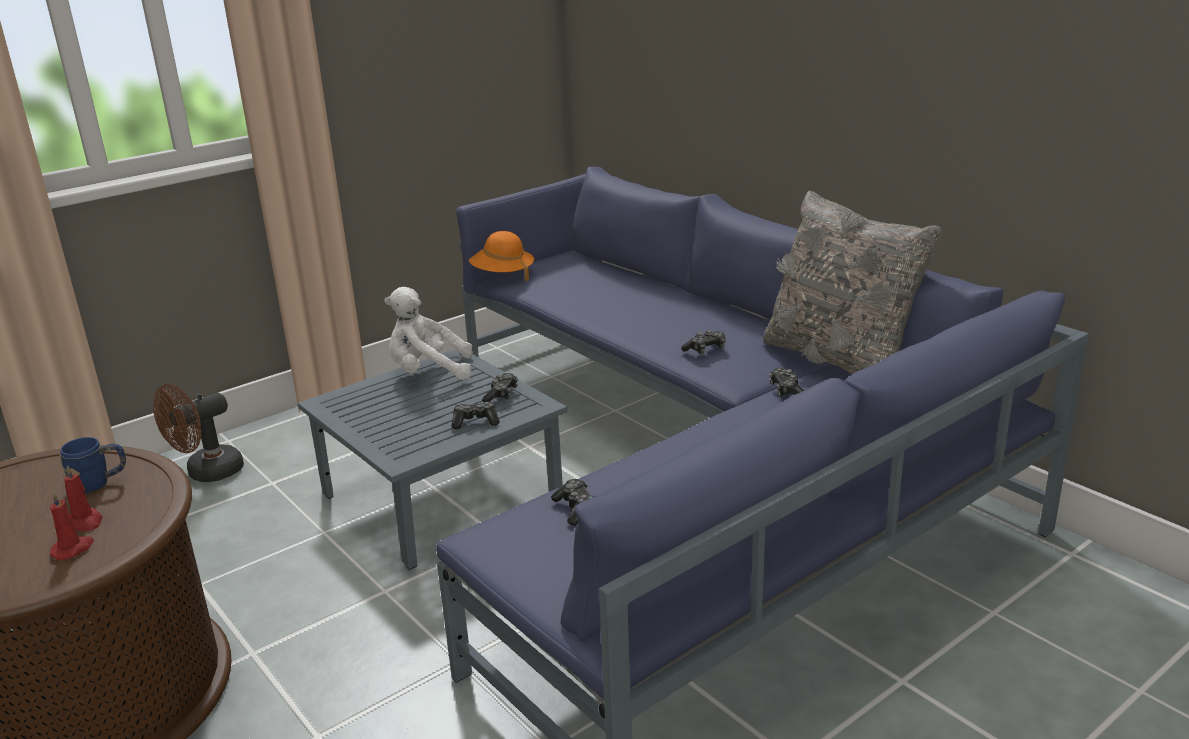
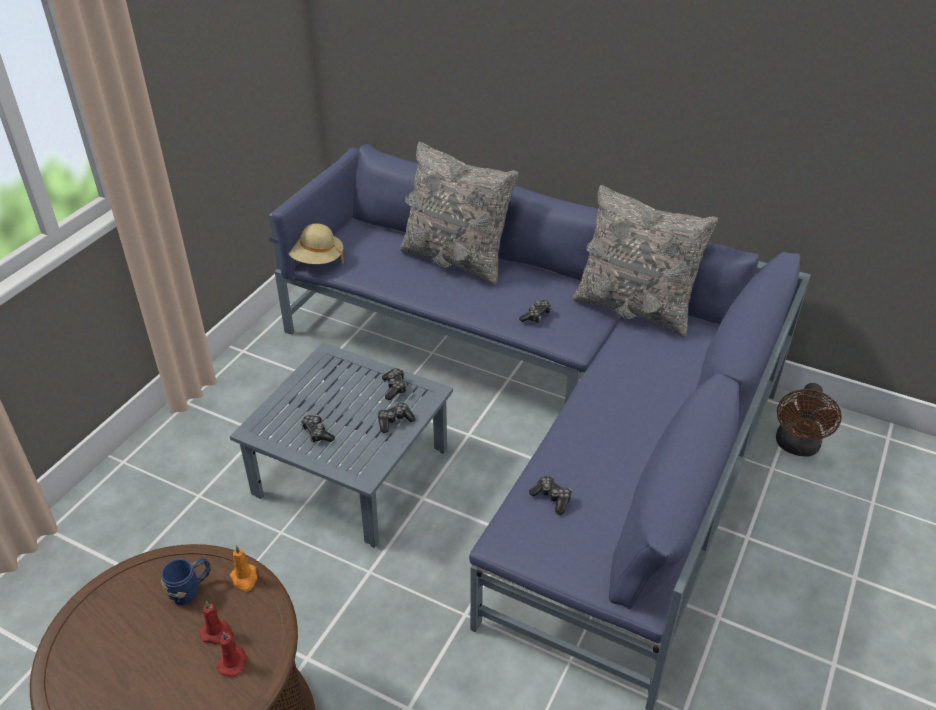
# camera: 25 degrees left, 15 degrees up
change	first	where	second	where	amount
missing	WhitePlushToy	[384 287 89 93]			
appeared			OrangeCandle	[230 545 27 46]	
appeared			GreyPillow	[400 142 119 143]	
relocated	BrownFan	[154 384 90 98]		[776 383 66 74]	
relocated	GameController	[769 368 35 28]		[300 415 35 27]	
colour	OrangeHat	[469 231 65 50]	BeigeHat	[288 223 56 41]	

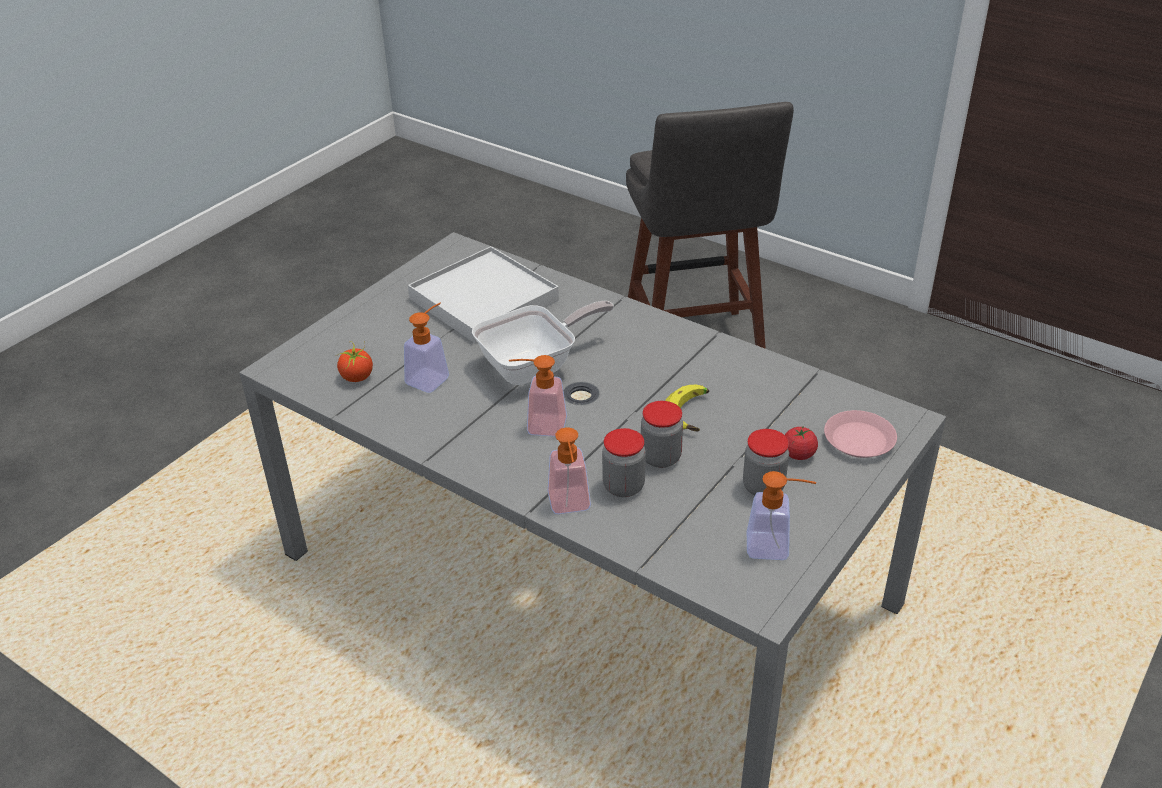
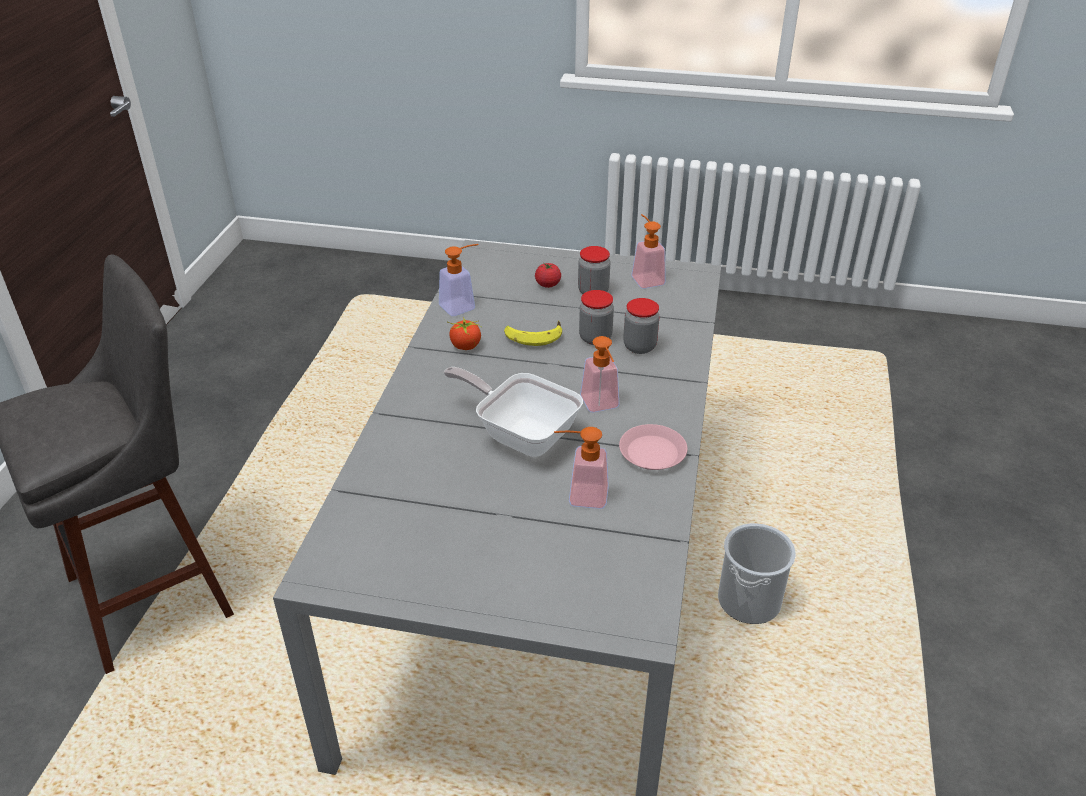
# camera: 115 degrees left, 0 degrees up
change	first	where	second	where	amount
missing	WhiteTray	[408 246 151 98]			
appeared			Bucket	[718 523 78 101]	
relocated	Tomato	[336 342 37 40]		[448 317 33 33]	
relocated	SoapDispenser	[548 427 43 87]		[439 244 40 72]	
relocated	PinkPlate	[824 410 73 48]		[619 424 68 46]	

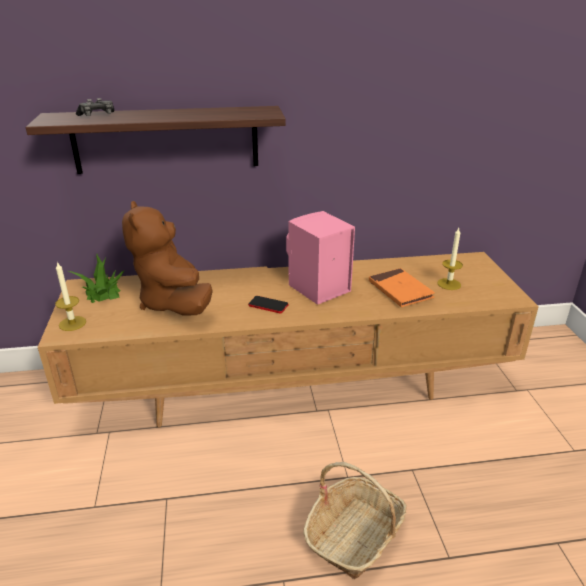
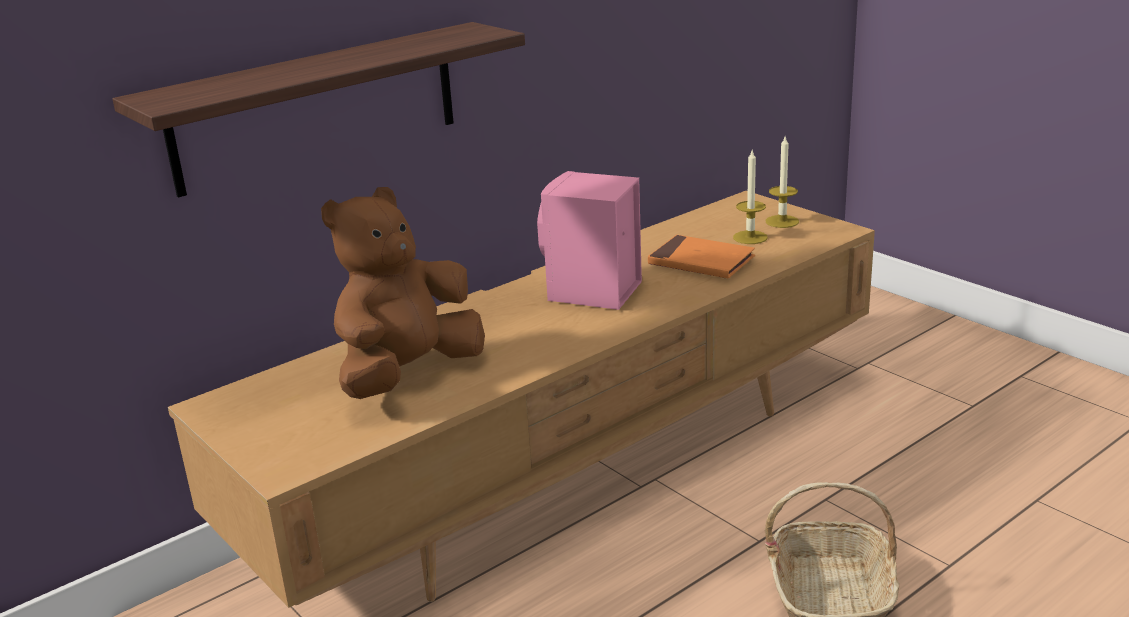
# camera: 30 degrees left, 5 degrees down
change	first	where	second	where	amount
missing	PottedPlant	[69 254 56 49]			
missing	GameController	[76 98 38 18]			
missing	Phone	[248 296 41 17]			
relocated	Candle	[55 262 31 69]		[766 137 33 91]	
spun	BrownPlushToy	[122 201 91 114]		[321 187 164 212]	90 degrees clockwise

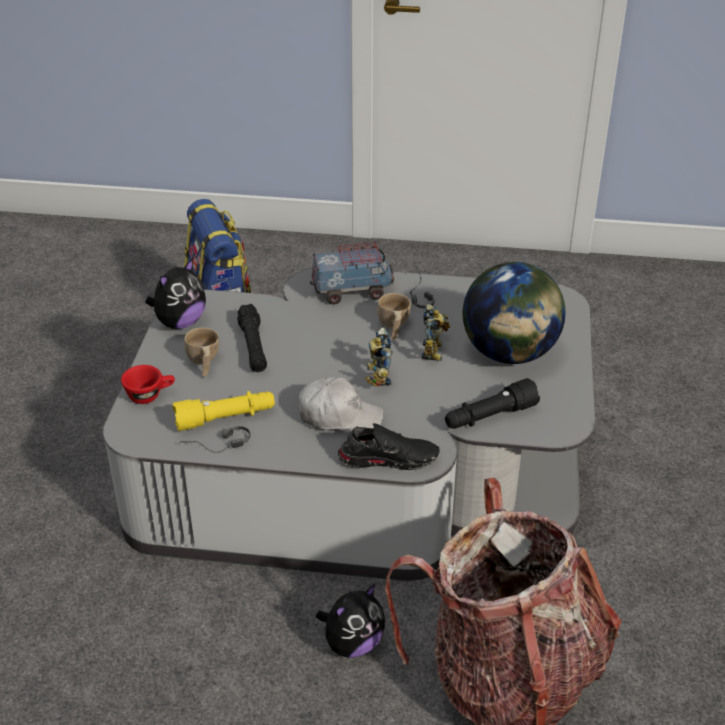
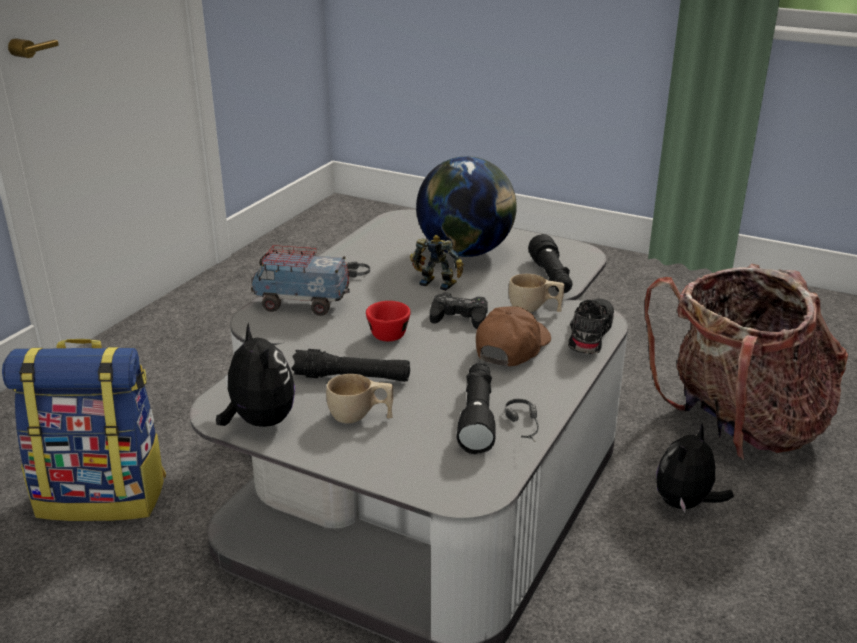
# camera: 70 degrees left, 10 degrees down
change	first	where	second	where	amount
relocated	RedCup	[121 365 54 39]		[366 301 45 40]	
relocated	BeigeCup	[377 293 34 47]		[509 274 56 38]	
exchanged	ToyRobot	[365 327 28 60]	BlackGameController	[430 293 58 36]	
colour	YellowFlashlight	[173 391 102 40]	BlackFlashlight	[457 363 38 91]	
colour	WhiteCap	[298 377 86 57]	BrownCap	[476 306 75 60]	
spun	ToyTruck	[310 242 84 62]		[251 245 99 71]	90 degrees counterclockwise
spun	PlushToy	[316 584 69 74]		[656 424 78 89]	120 degrees counterclockwise

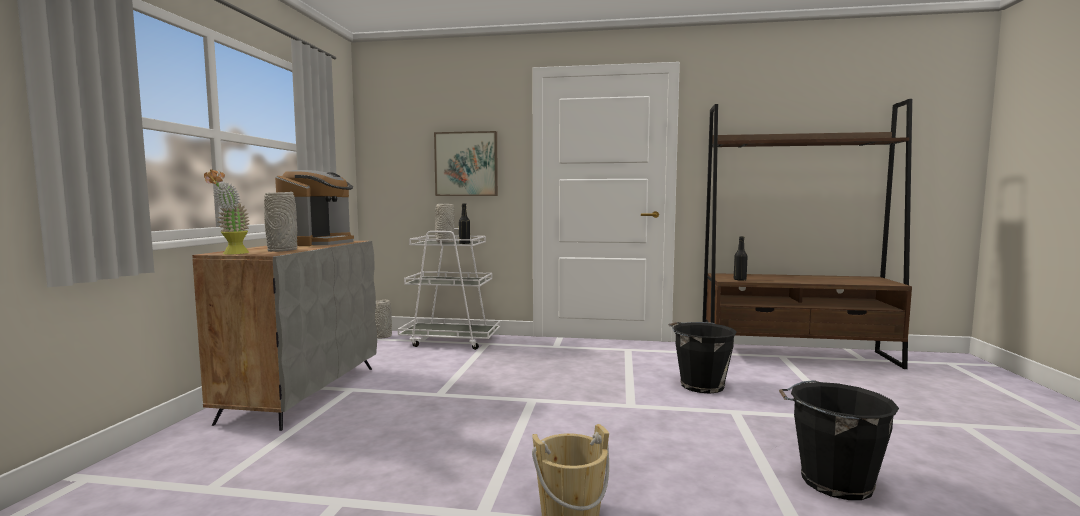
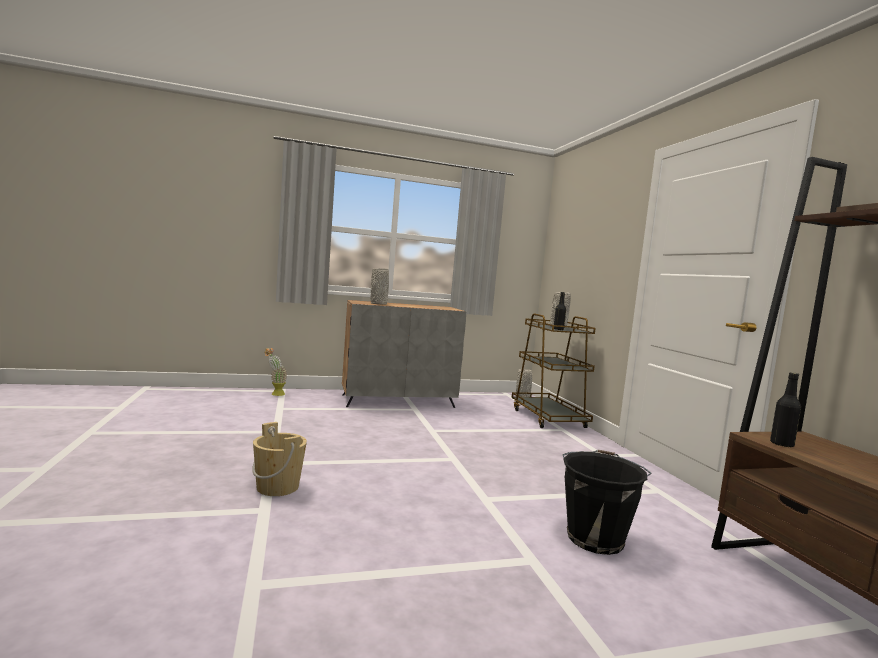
# camera: 65 degrees right, 0 degrees up
change	first	where	second	where	amount
missing	CoffeeMachine	[275 170 79 76]			
missing	Picture	[434 131 64 65]			
missing	BlackBucket	[779 380 120 120]			
relocated	PottedPlant	[204 169 46 85]		[265 348 22 48]	
colour	WhiteCart	[398 228 102 122]	BrownCart	[512 313 84 115]	

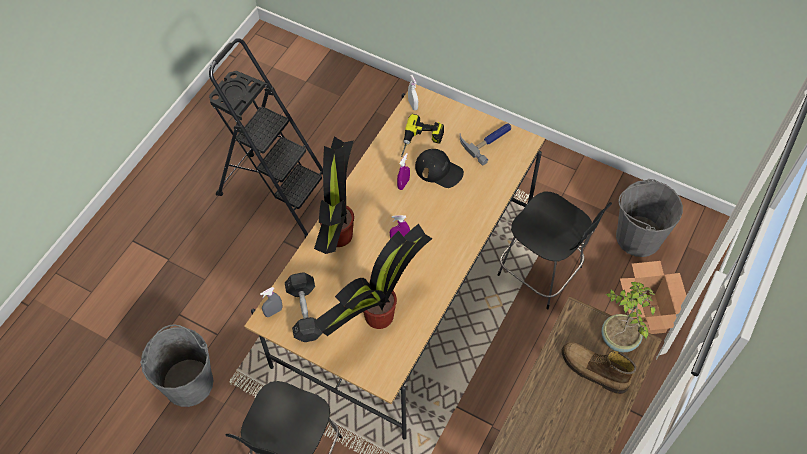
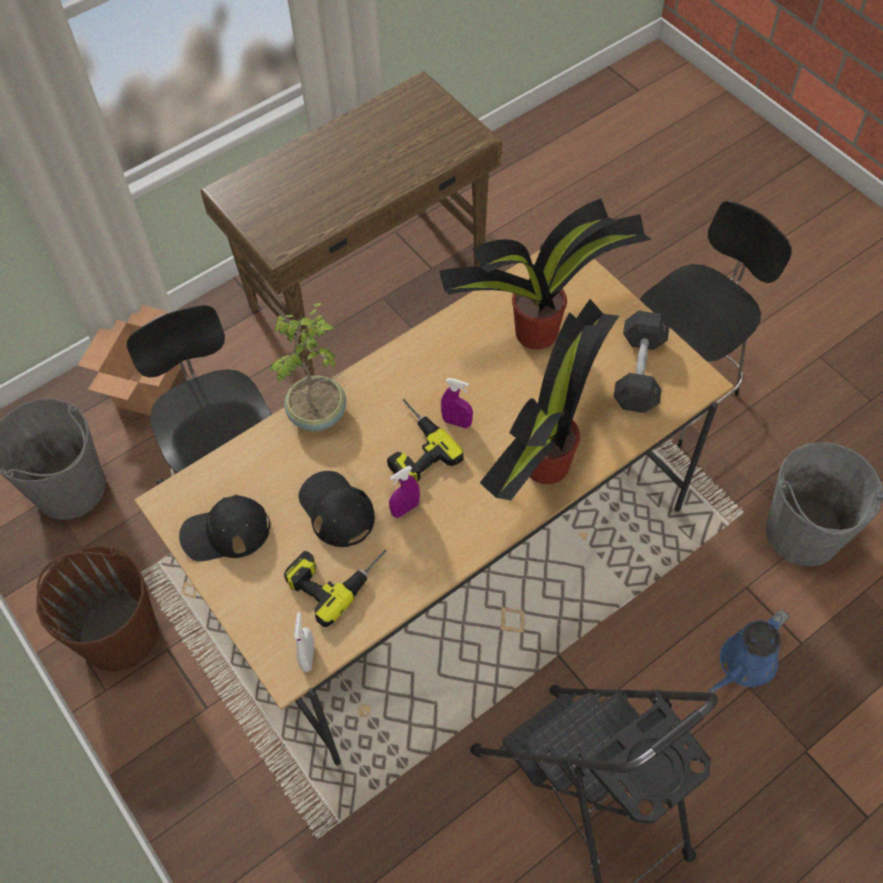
# camera: 155 degrees left, 0 degrees up
change	first	where	second	where	amount
missing	GreySprayBottle	[260 287 22 30]			
missing	Boot	[561 343 75 51]			
appeared			BrownBucket	[36 545 122 126]	
appeared			PowerDrill	[387 399 76 84]	
appeared			BlueWateringCan	[709 609 81 84]	
relocated	PottedPlant	[601 282 54 70]		[269 303 77 128]	
exchanged	Hammer	[460 123 51 43]	BlackCap	[179 495 91 67]	

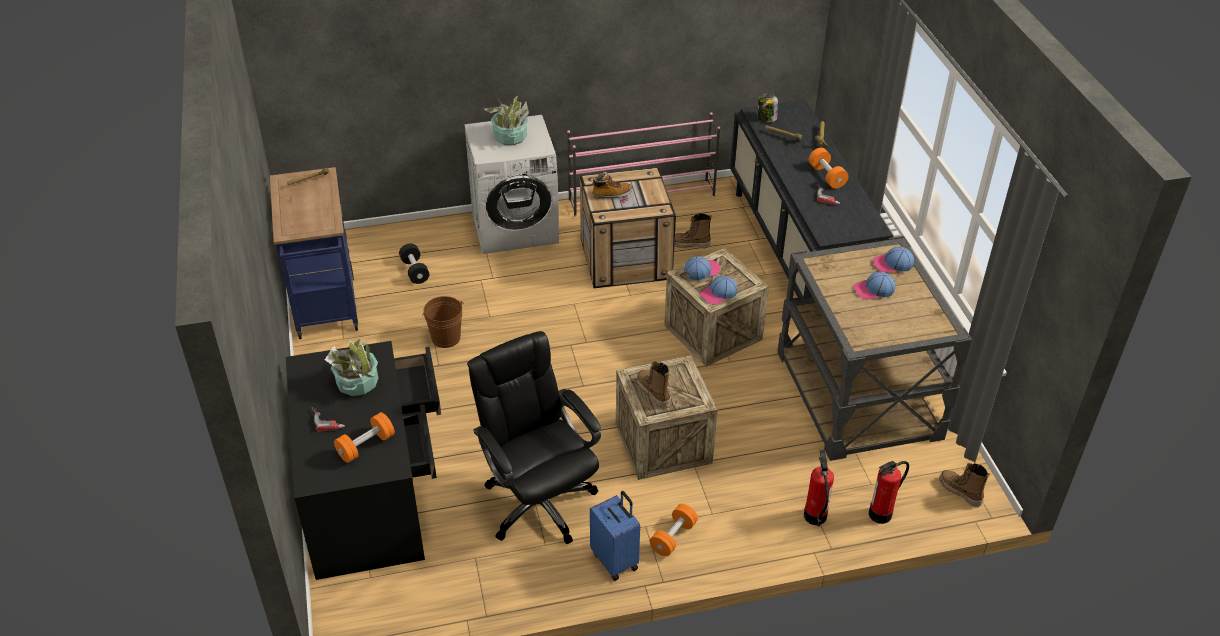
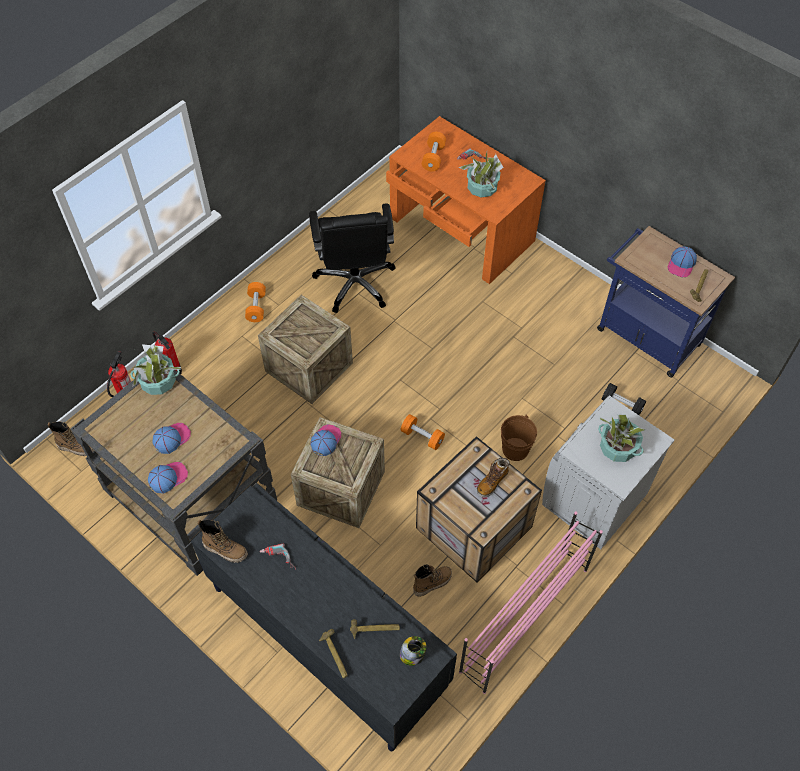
# camera: 145 degrees right, 15 degrees up
change	first	where	second	where	amount
missing	BlueSuitcase	[590 491 50 90]			
appeared			PottedPlant	[130 344 51 51]	
relocated	BrownBucket	[422 296 42 52]		[501 414 36 47]	
relocated	Boot	[637 361 34 48]		[198 519 50 44]	
relocated	Cap	[684 256 37 24]		[668 246 29 31]	
relocated	OrangeDumbbell	[809 148 39 41]		[401 414 44 36]	
colour	BlackDesk	[286 341 155 239]	OrangeDesk	[386 116 160 168]	
spun	BlackOfficeChair	[467 331 134 213]		[309 203 87 110]	60 degrees clockwise

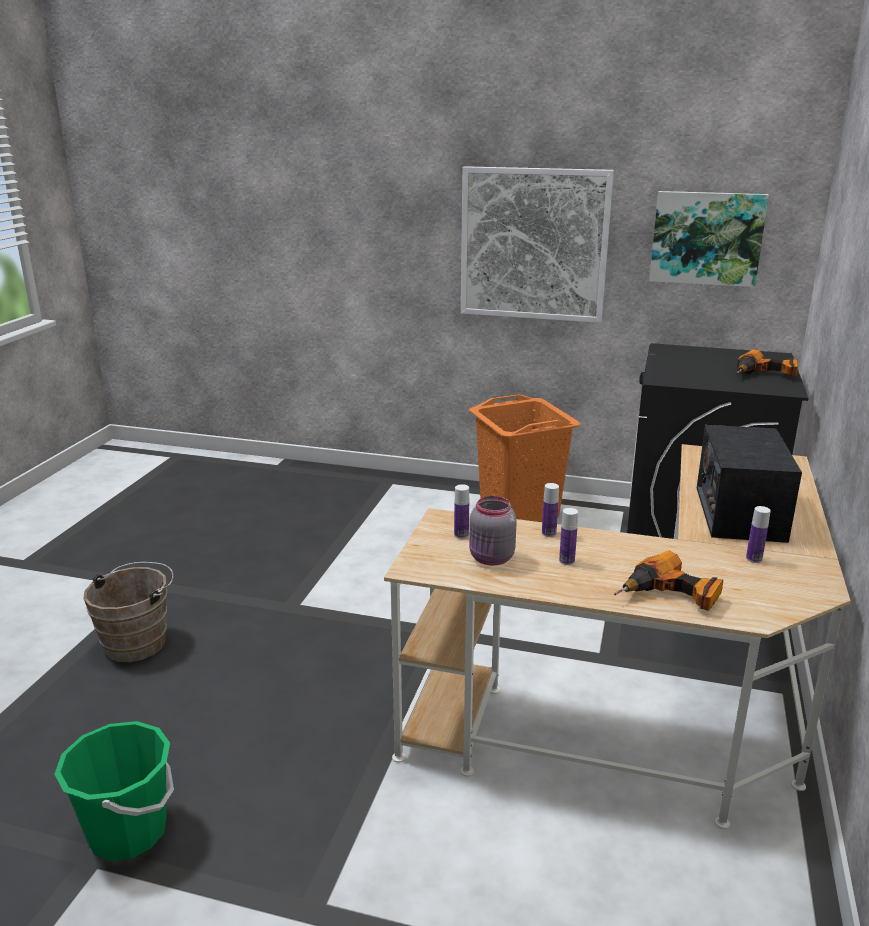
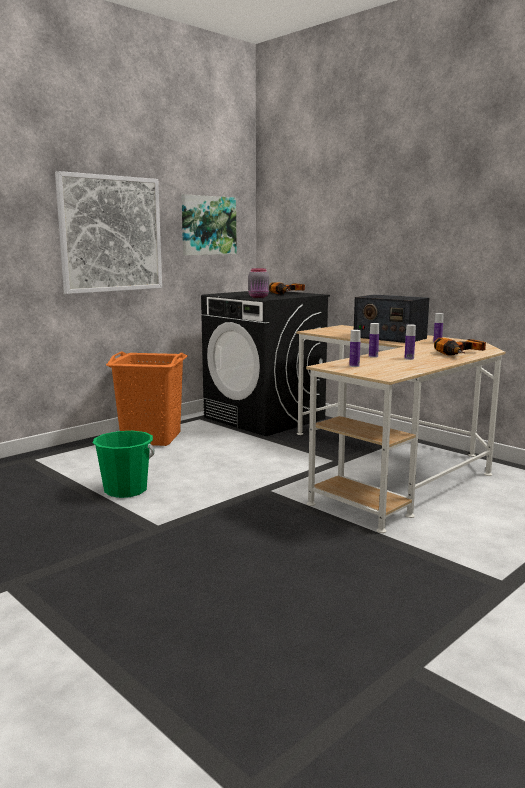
# camera: 60 degrees left, 10 degrees down
change	first	where	second	where	amount
missing	BrownBucket	[84 562 90 100]			
relocated	GreenBucket	[54 721 120 140]		[93 431 62 67]	
relocated	GreyJar	[469 496 48 70]		[248 268 21 30]	

